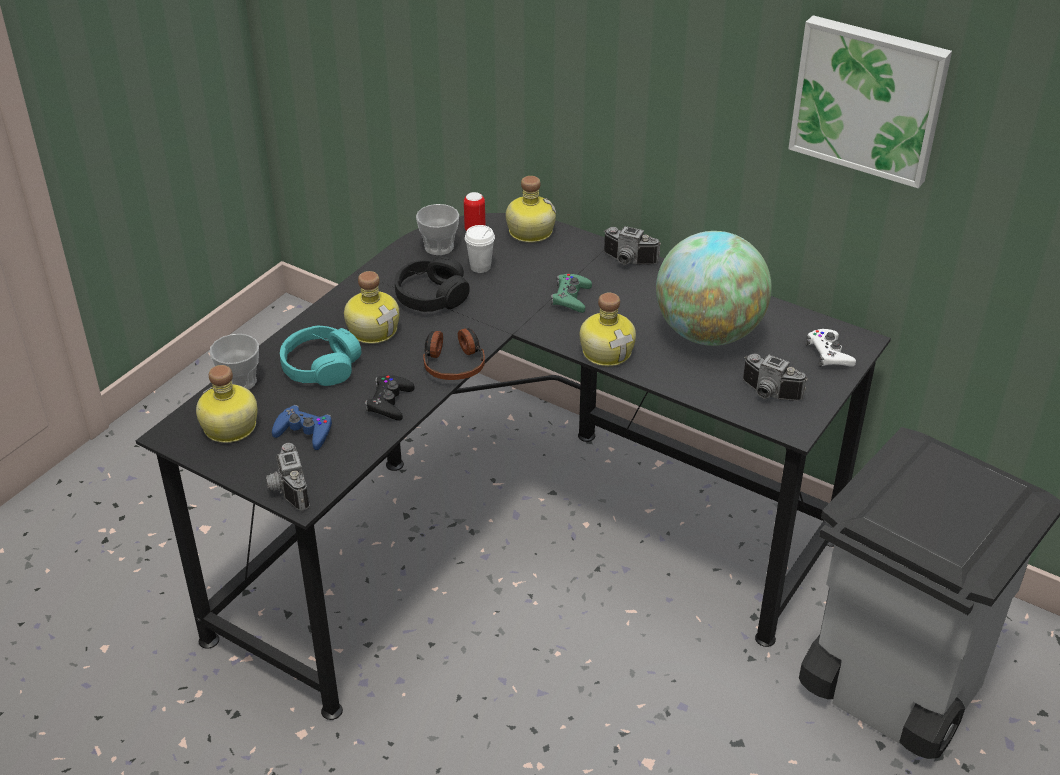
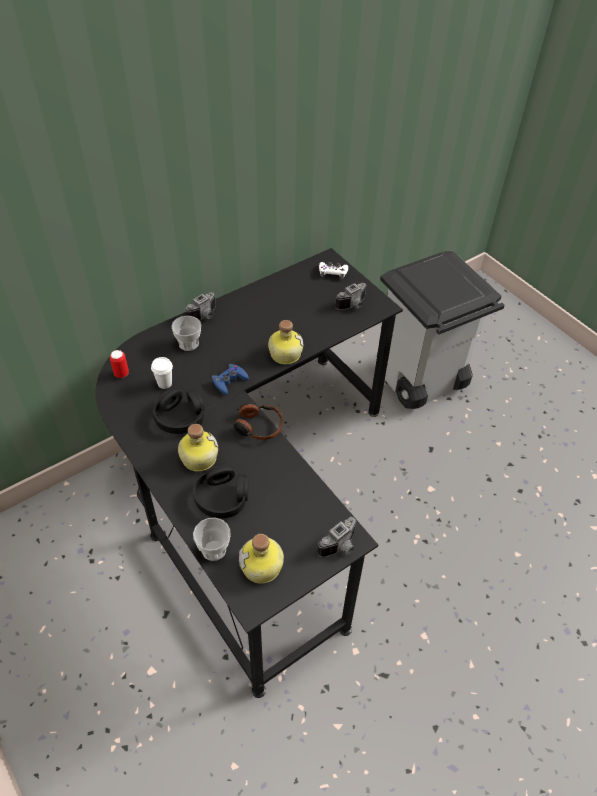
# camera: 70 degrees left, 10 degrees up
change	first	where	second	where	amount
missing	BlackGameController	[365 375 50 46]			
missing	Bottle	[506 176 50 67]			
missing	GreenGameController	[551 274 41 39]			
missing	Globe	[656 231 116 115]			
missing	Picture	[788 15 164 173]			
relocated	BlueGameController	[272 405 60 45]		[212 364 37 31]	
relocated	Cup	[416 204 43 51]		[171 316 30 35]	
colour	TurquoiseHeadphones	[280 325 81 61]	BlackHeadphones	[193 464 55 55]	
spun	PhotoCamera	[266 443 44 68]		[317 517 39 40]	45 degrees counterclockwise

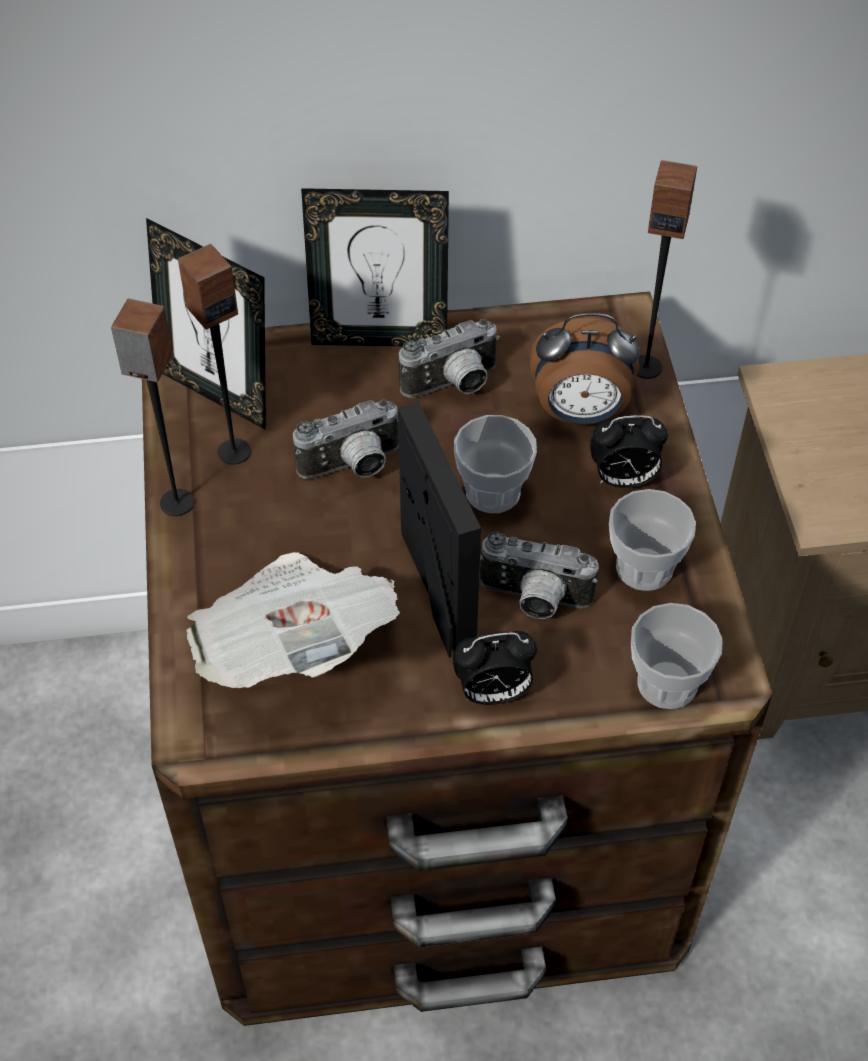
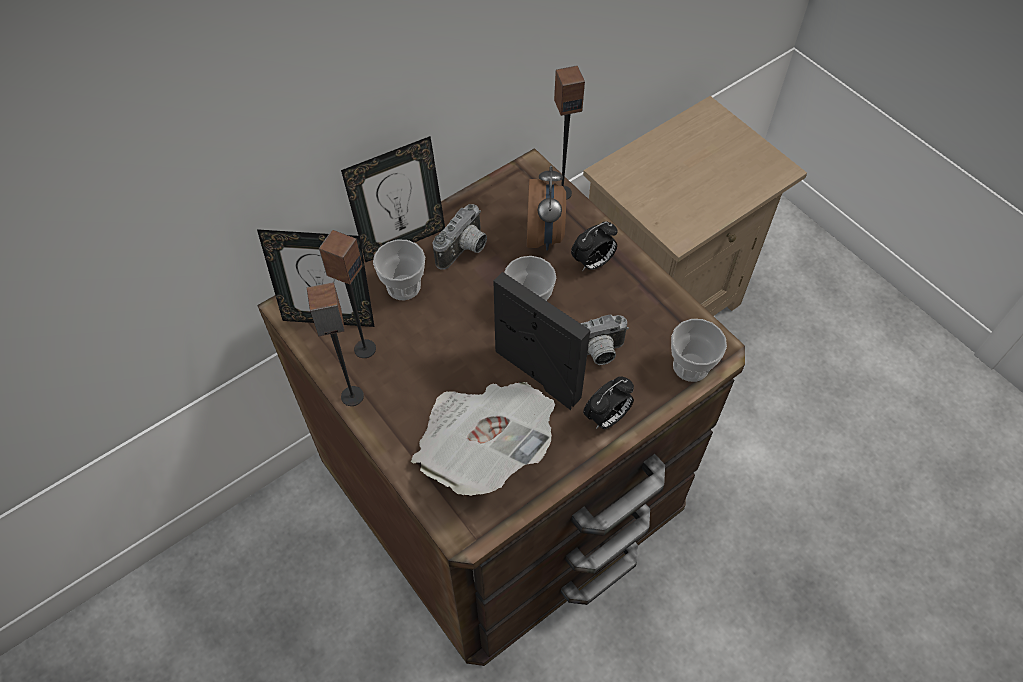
# camera: 30 degrees left, 5 degrees up
change	first	where	second	where	amount
missing	PhotoCamera	[293 400 106 79]			
relocated	Cup	[609 489 87 102]		[373 239 52 61]	
spun	AlarmClock	[530 313 110 112]		[527 166 39 85]	60 degrees counterclockwise

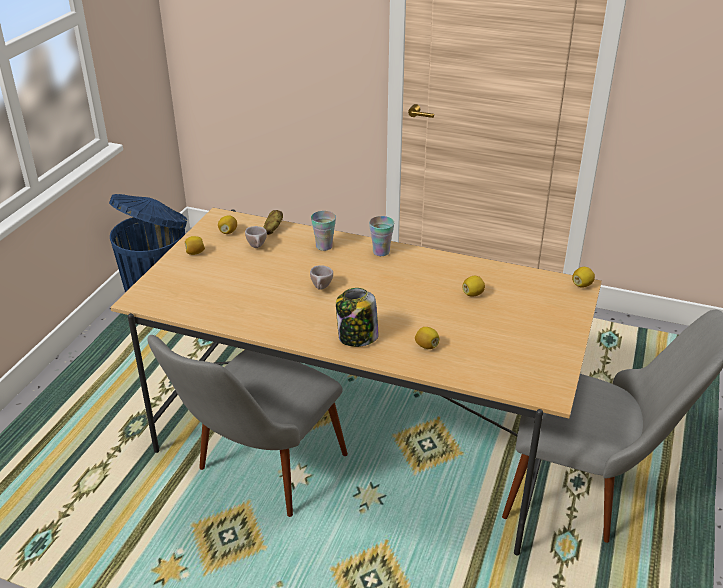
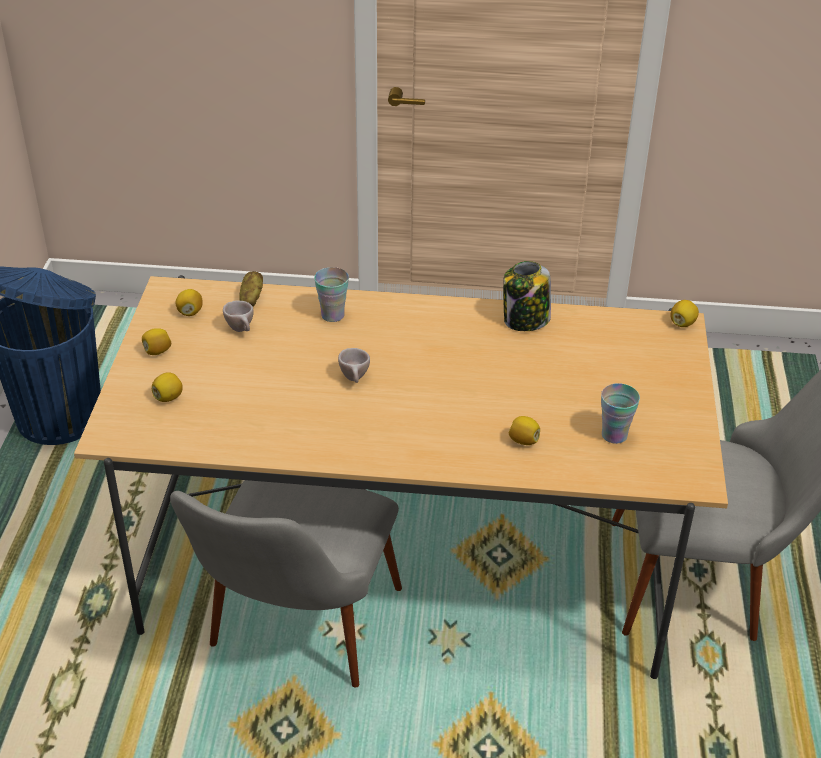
# camera: 15 degrees left, 5 degrees up
change	first	where	second	where	amount
relocated	Jar	[336 288 43 59]		[503 261 48 70]	
relocated	Cup	[369 216 25 40]		[601 383 39 61]	
relocated	Lemon	[462 276 23 21]		[152 372 31 30]	

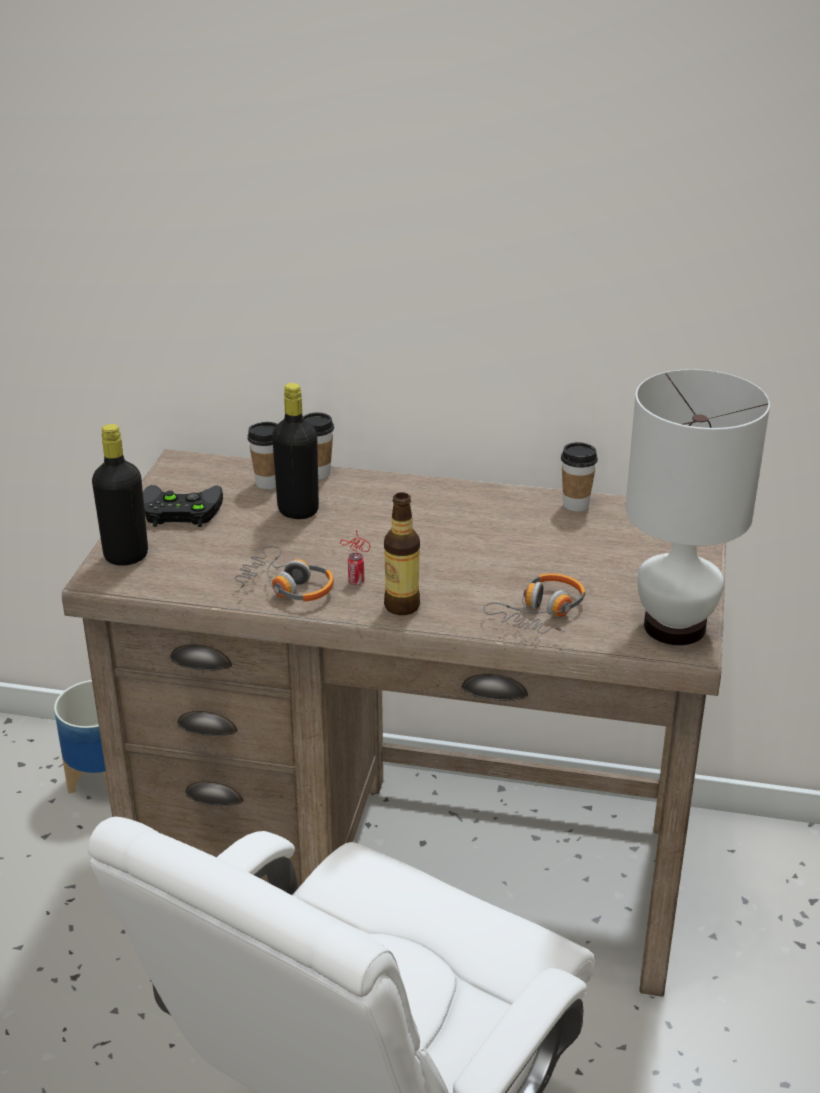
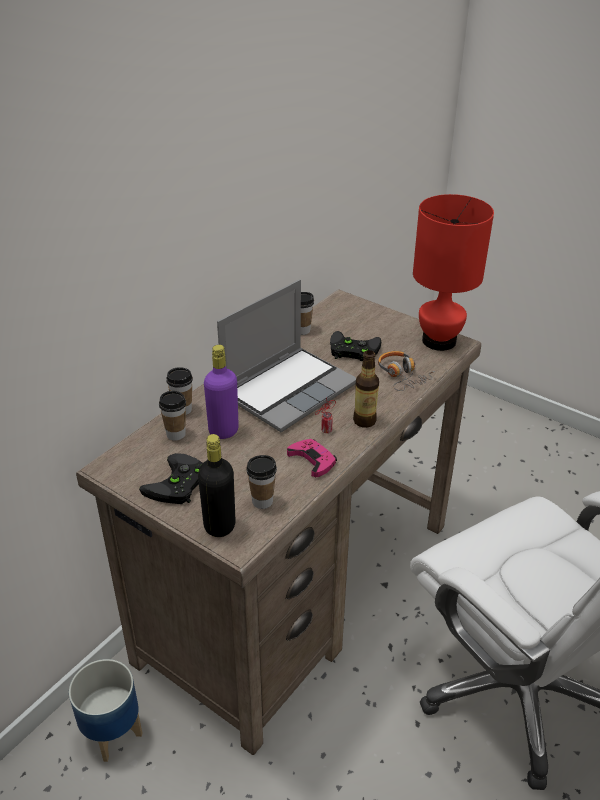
# camera: 65 degrees left, 5 degrees up
change	first	where	second	where	amount
appeared			Laptop	[217 279 139 153]	
appeared			Cup	[246 455 31 54]	
appeared			BlackGameController	[330 331 51 30]	
exchanged	Headphones	[234 546 100 55]	PinkGameController	[287 439 50 38]	
colour	BlackBottle	[272 383 47 136]	PurpleBottle	[204 345 35 94]	
colour	WhiteTableLamp	[626 369 144 276]	RedTableLamp	[413 194 81 157]	

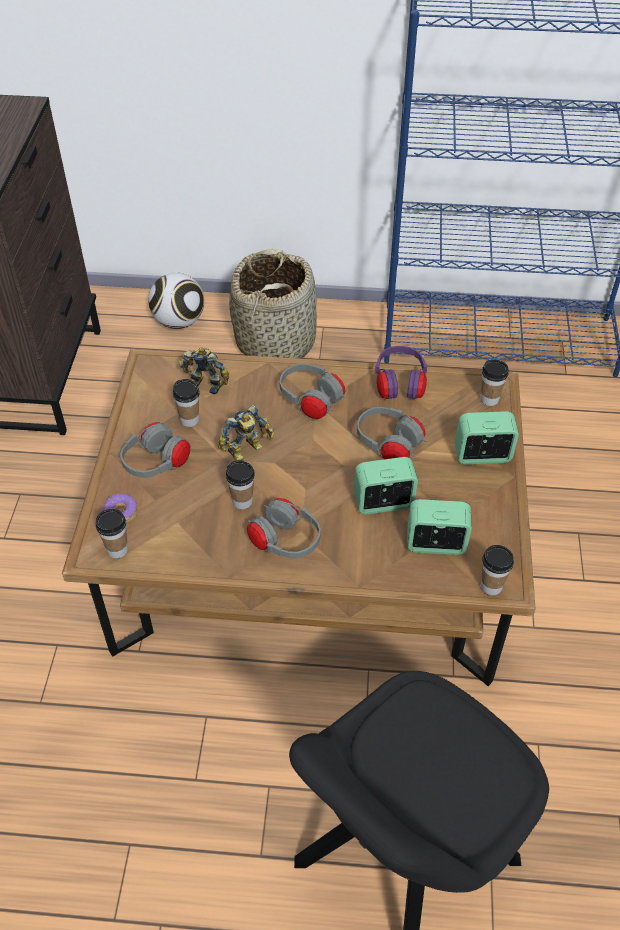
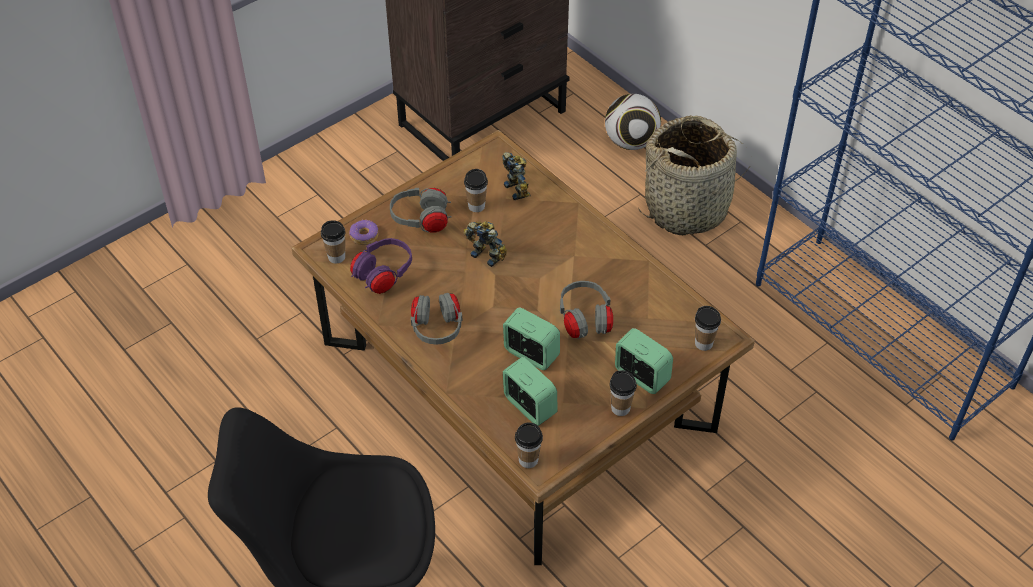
# camera: 45 degrees right, 0 degrees up
change	first	where	second	where	amount
missing	GreyHeadphones	[279 364 66 55]			
relocated	Cup	[226 460 29 49]		[609 370 28 46]	
relocated	PurpleHeadphones	[375 346 52 53]		[350 238 62 56]	
spun	ToyRobot	[218 405 57 56]		[463 221 44 46]	150 degrees counterclockwise

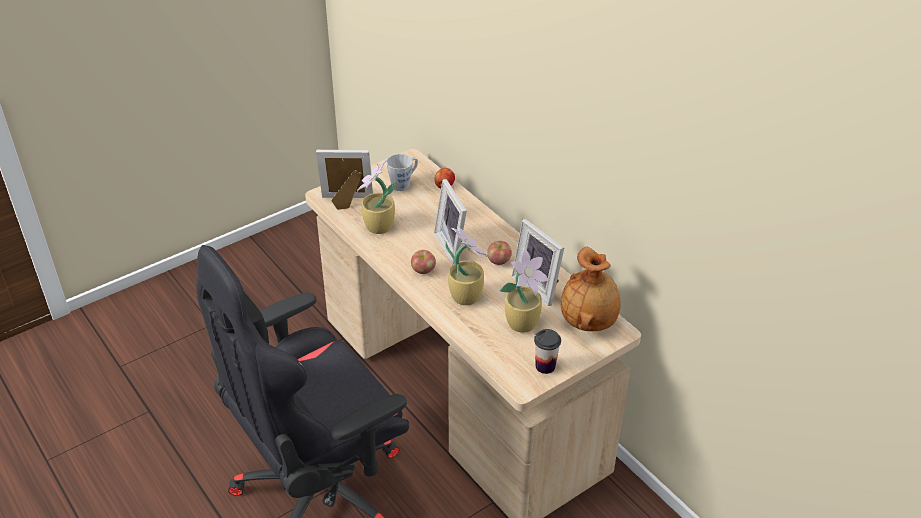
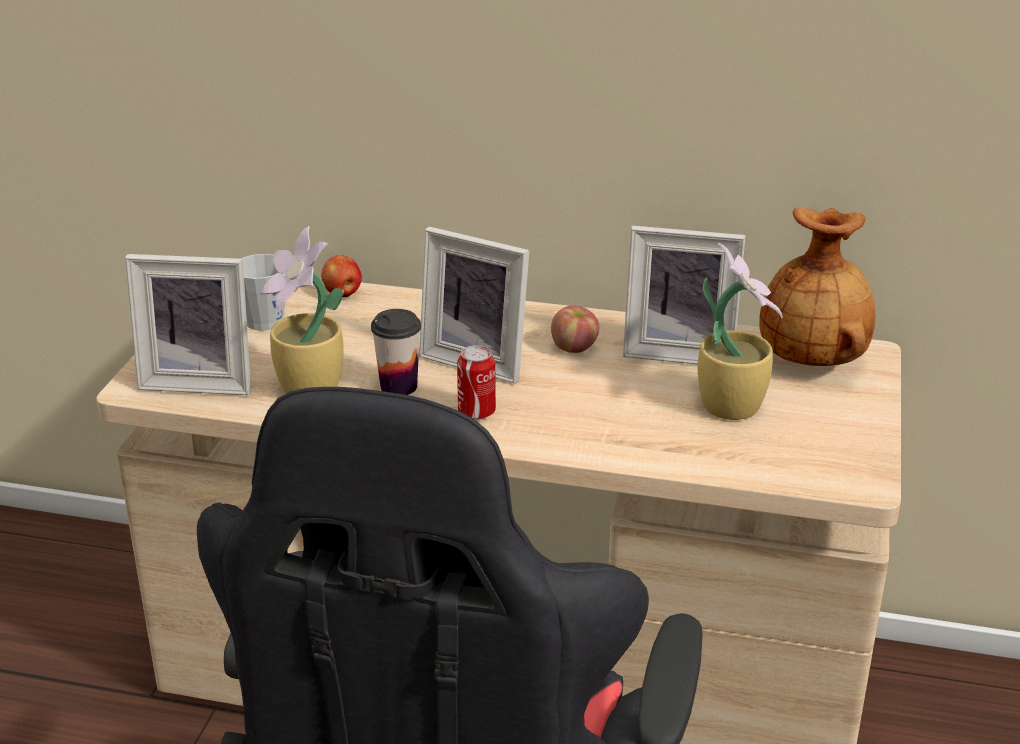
# camera: 40 degrees left, 10 degrees down
change	first	where	second	where	amount
missing	PottedPlant	[445 228 42 77]			
relocated	Cup	[534 329 27 45]		[371 309 50 86]	
exchanged	Apple	[411 250 25 24]	Can	[457 345 39 74]	
spun	PictureFrame	[316 150 57 60]		[125 254 126 141]	135 degrees counterclockwise

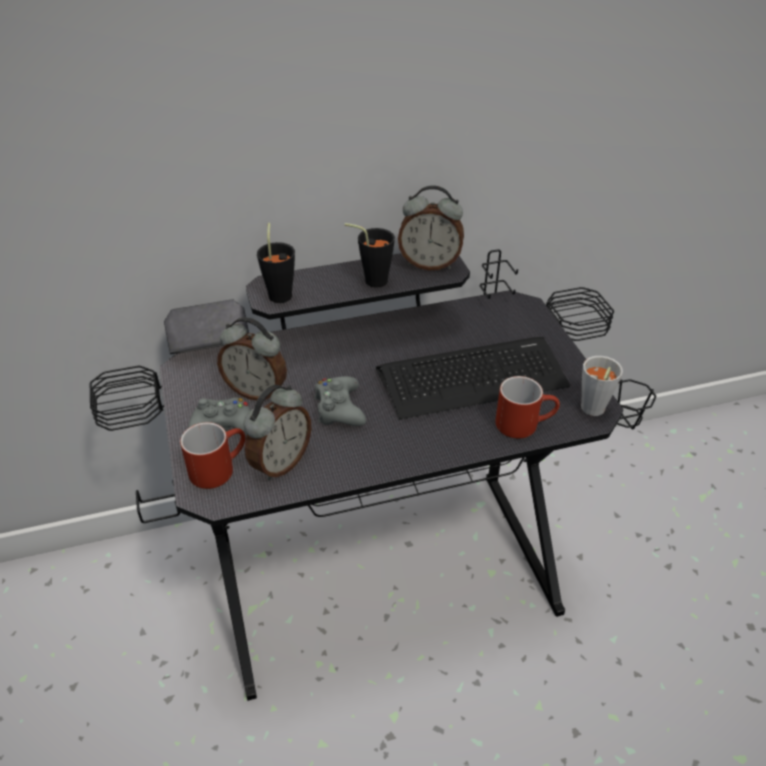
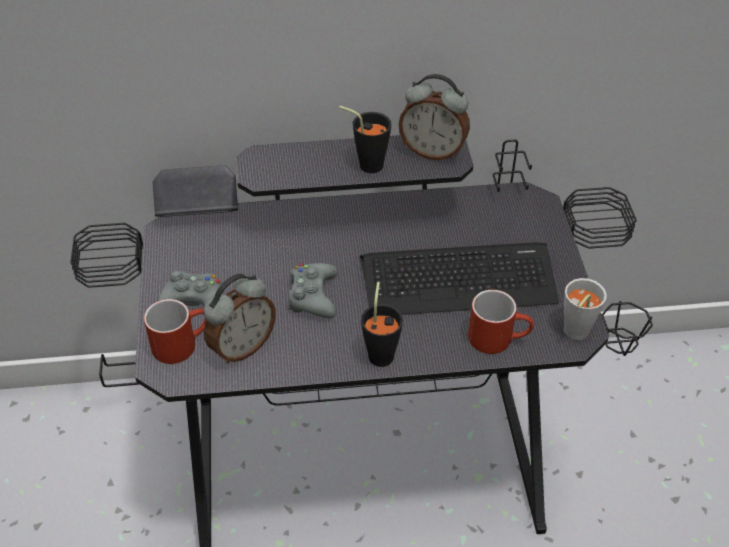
# camera: 10 degrees right, 5 degrees up
change	first	where	second	where	amount
missing	AlarmClock	[217 317 70 83]			
relocated	BlackCup	[257 223 38 80]		[361 282 42 85]	

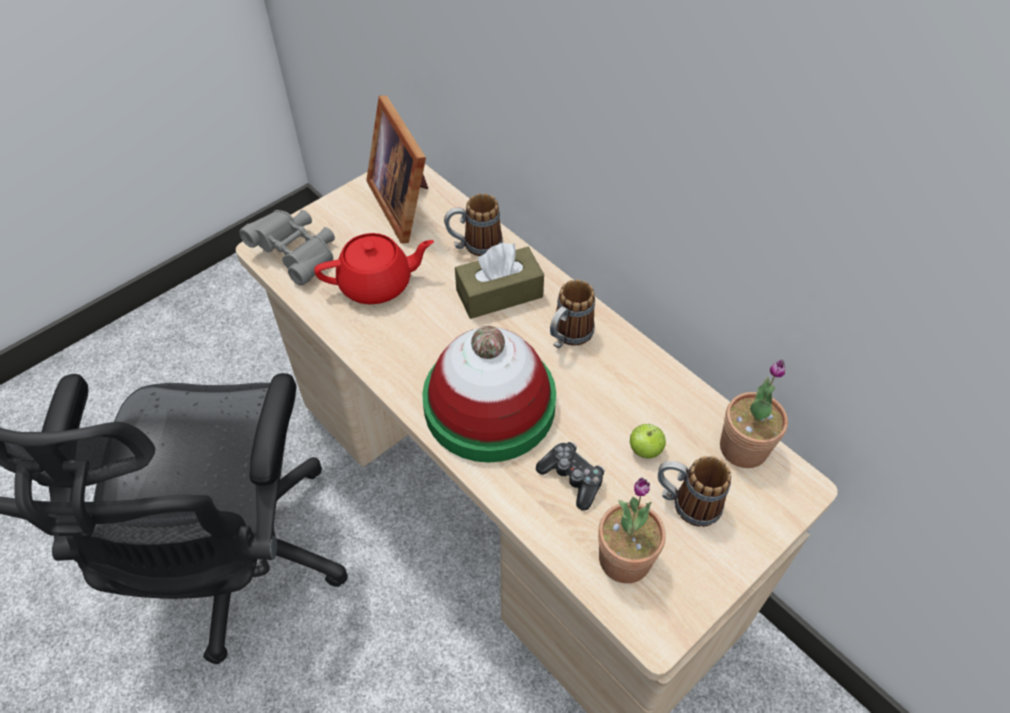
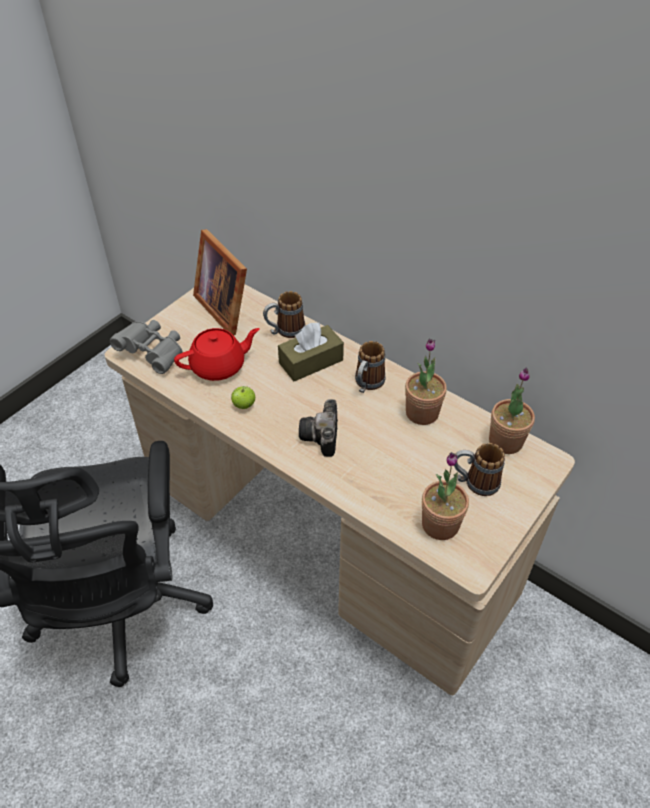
# camera: 10 degrees left, 5 degrees down
change	first	where	second	where	amount
missing	GameController	[536 442 69 68]			
appeared			PottedPlant	[405 339 42 86]	
relocated	Apple	[630 424 36 34]		[231 386 24 23]	
exchanged	Hat	[422 326 134 137]	PhotoCamera	[299 399 39 58]	

